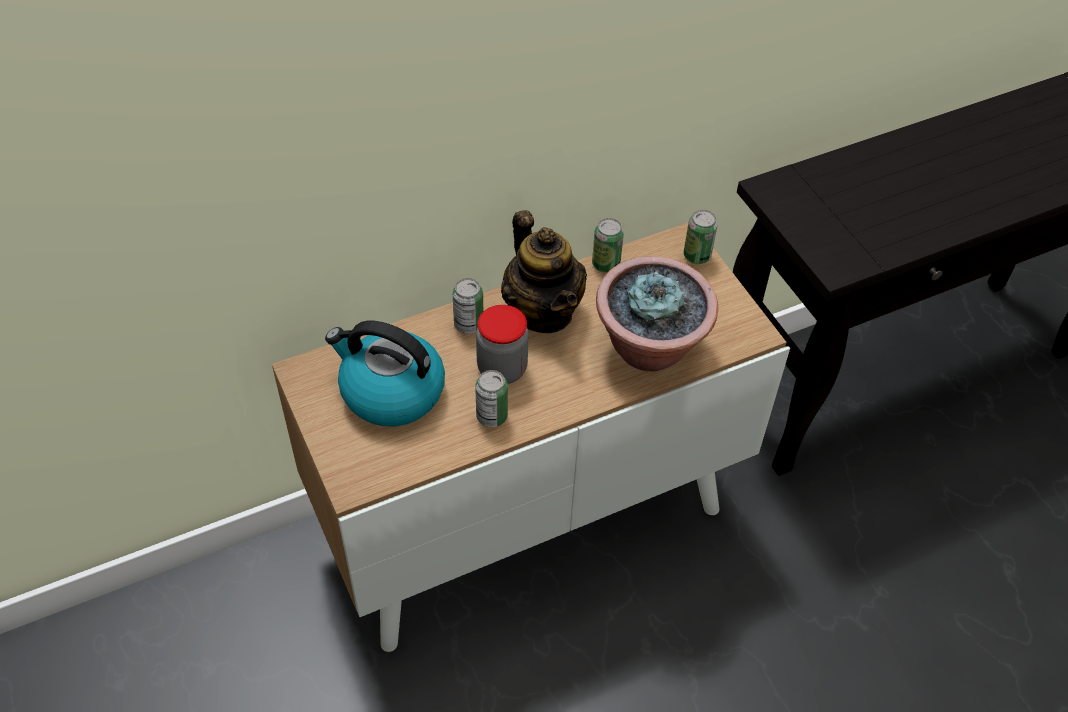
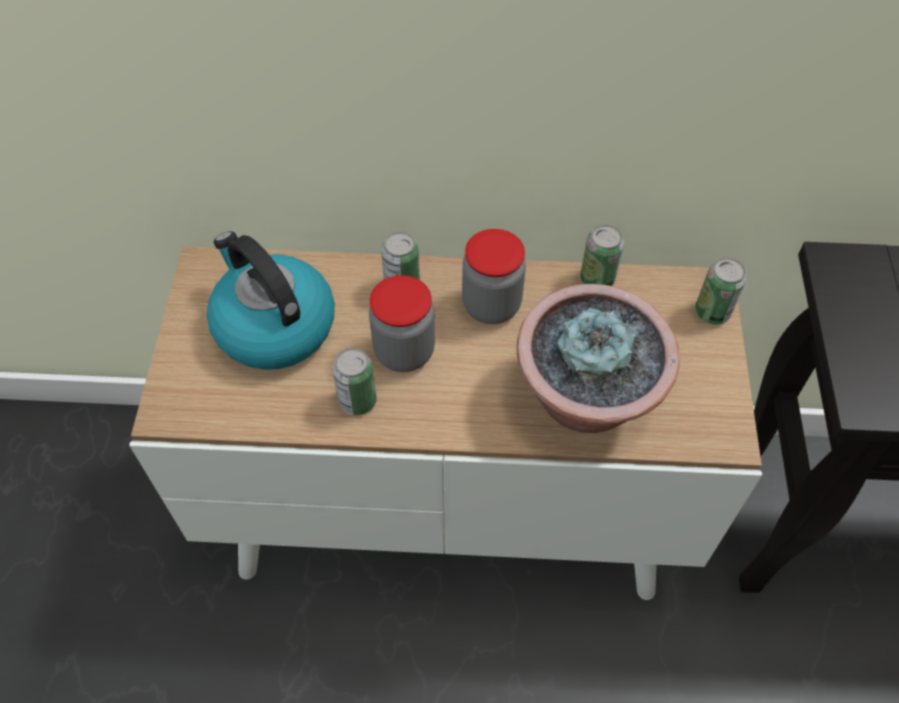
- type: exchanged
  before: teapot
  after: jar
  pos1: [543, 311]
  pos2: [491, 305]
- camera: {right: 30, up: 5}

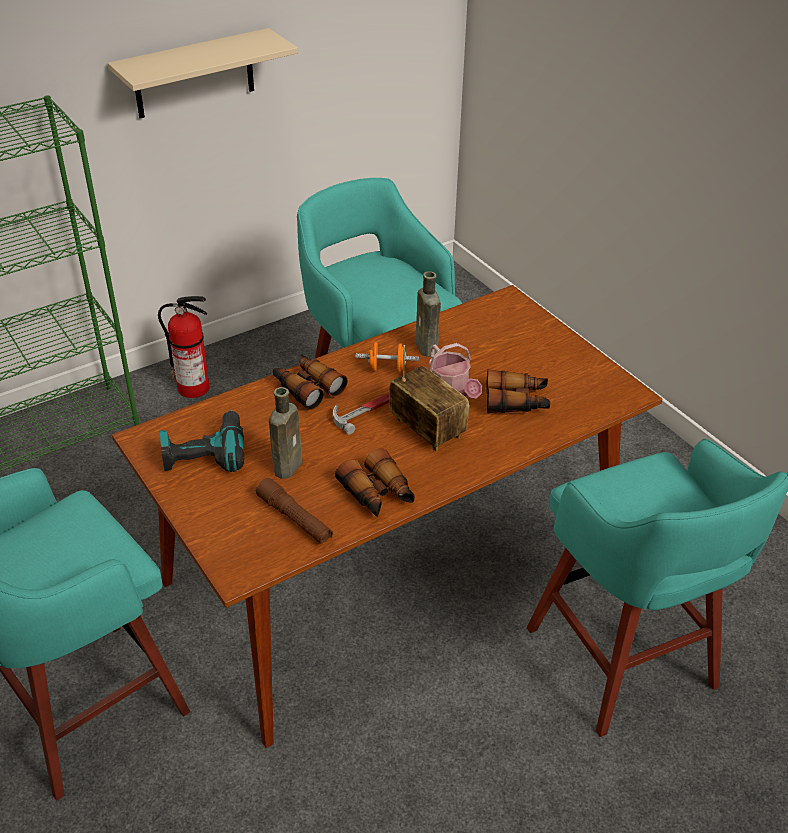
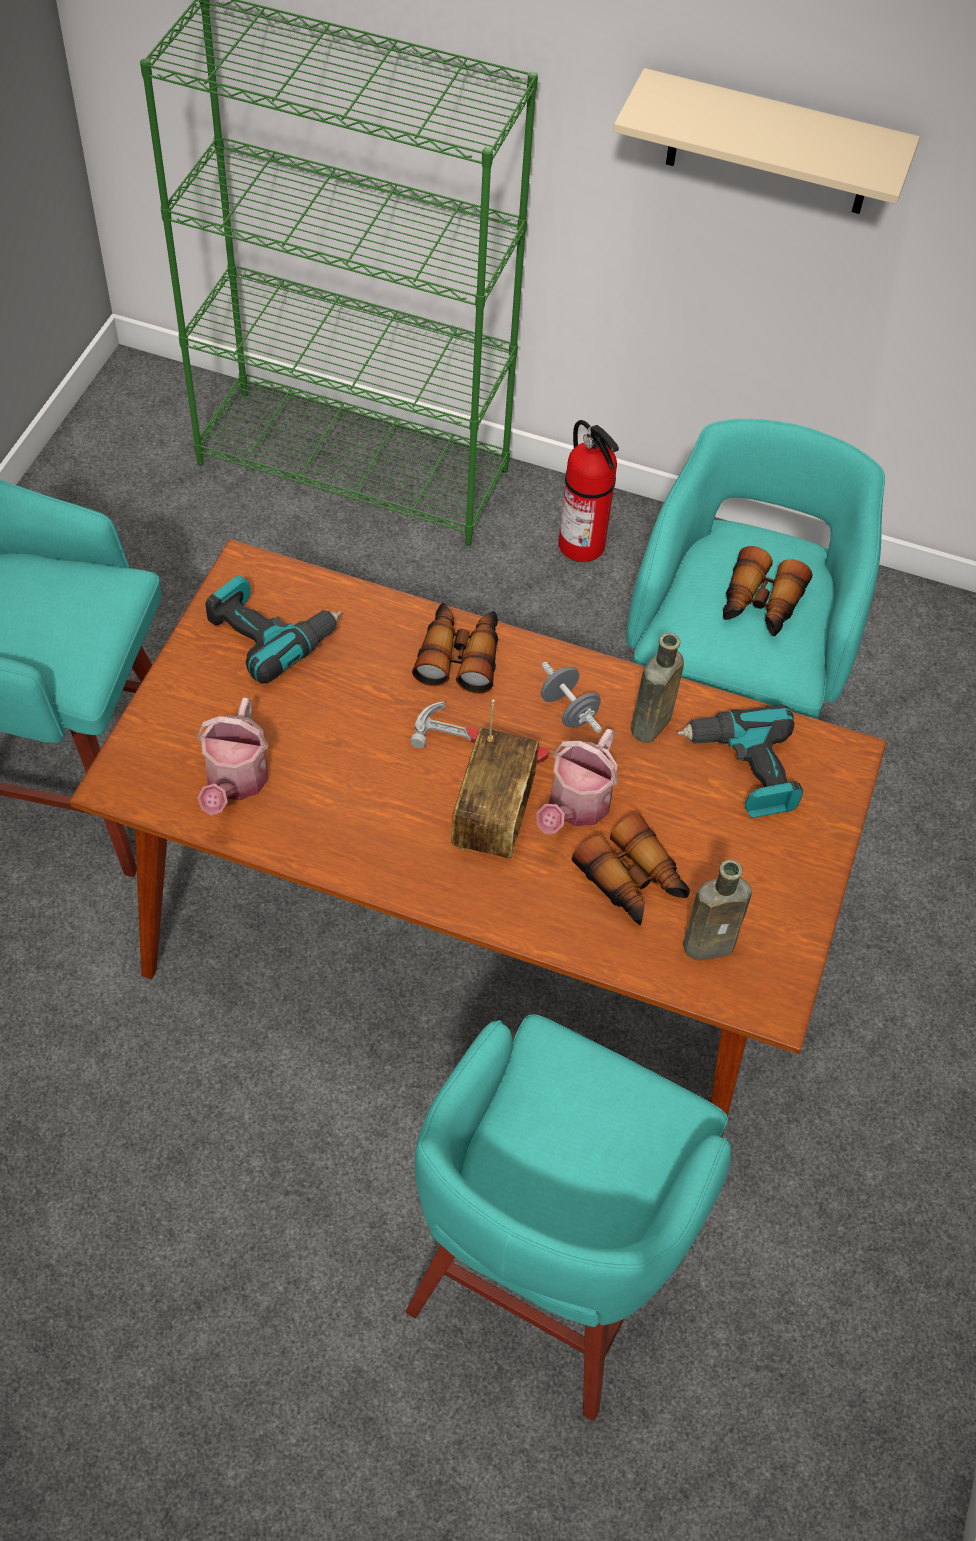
- type: colour
  before: orange dumbbell
  after: grey dumbbell
  pos1: [387, 369]
  pos2: [568, 710]
- type: relocated
  before: brown bottle
  pos1: [289, 465]
  pos2: [712, 944]
- type: relocated
  before: binoculars
  pos1: [378, 494]
  pos2: [759, 605]
- type: exchanged
  before: brown flashlight
  after: watering can
  pos1: [295, 519]
  pos2: [234, 783]
- type: appeared
  after: power drill
  pos2: [744, 770]
- camera: {right: 50, up: 15}

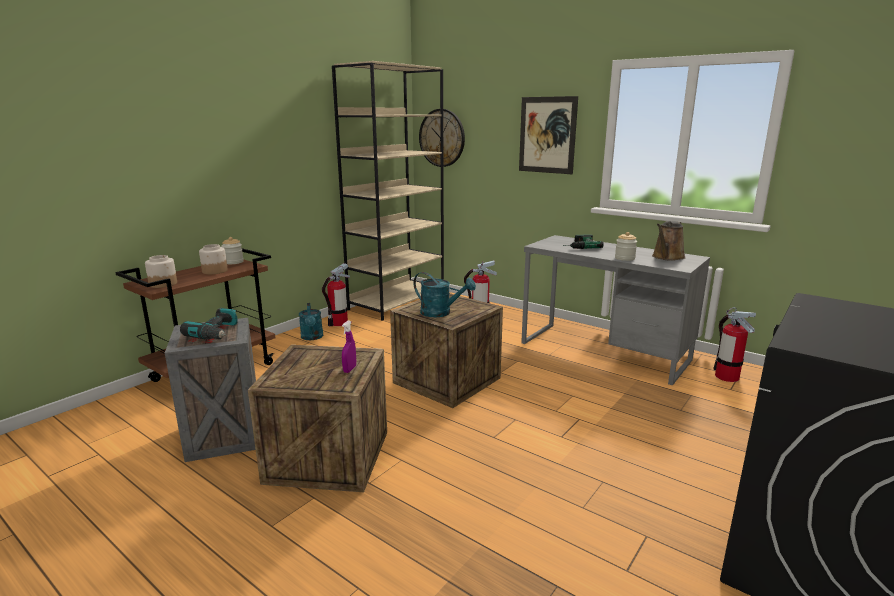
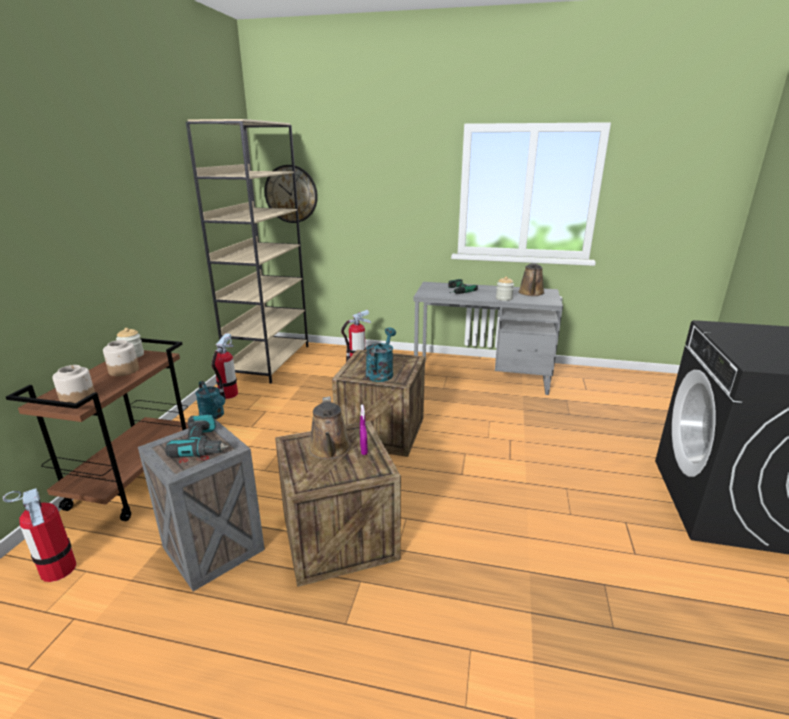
- type: missing
  before: picture
  pos1: [547, 135]
- type: spun
  before: turquoise watering can
  pos1: [441, 313]
  pos2: [381, 372]
  turn: -75
- type: relocated
  before: fire extinguisher
  pos1: [726, 376]
  pos2: [58, 569]
- type: appeared
  after: brown watering can
  pos2: [330, 450]
- camera: {right: -25, up: 5}

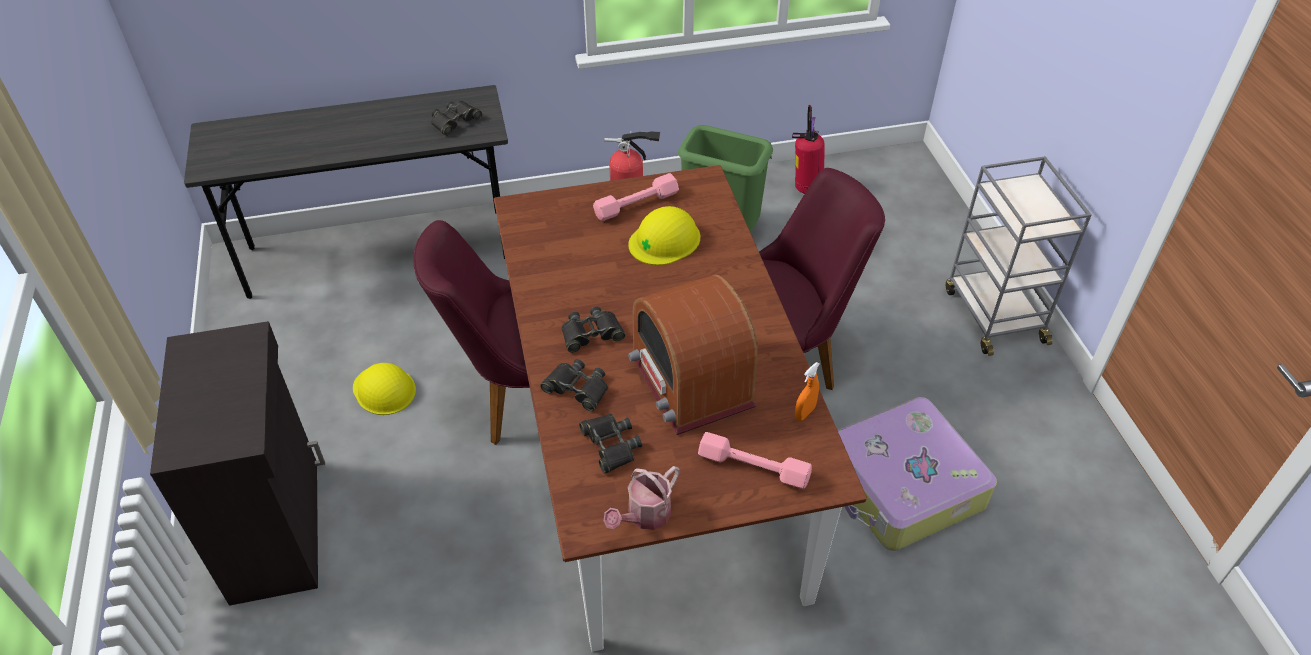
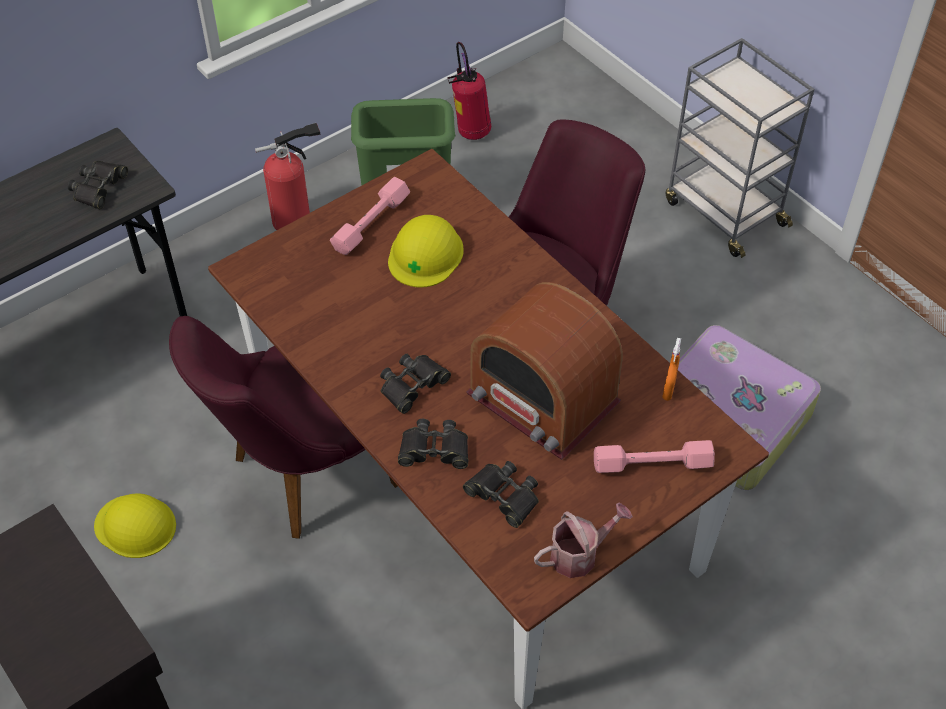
- type: spun
  before: watering can
  pos1: [644, 516]
  pos2: [579, 554]
  turn: -135
- camera: {right: -25, up: 5}

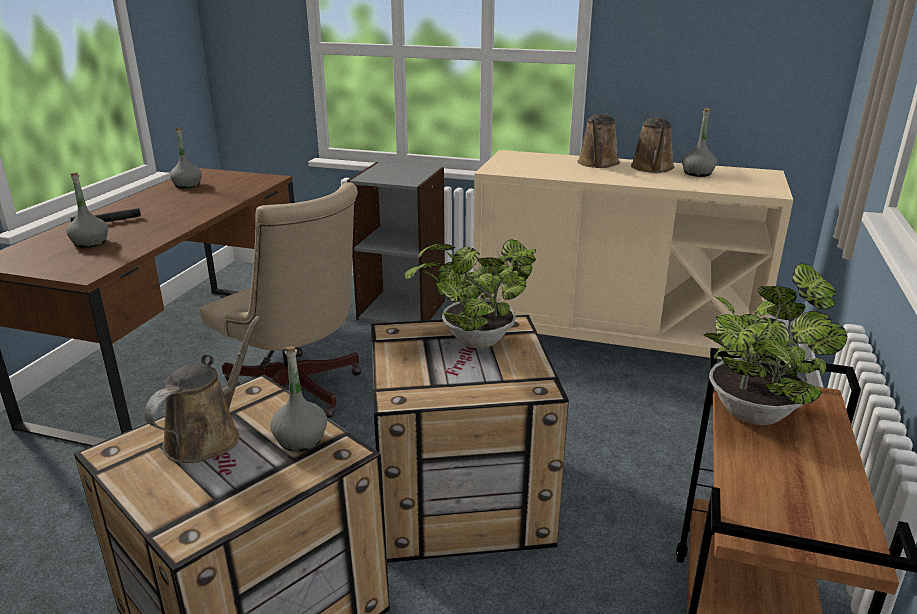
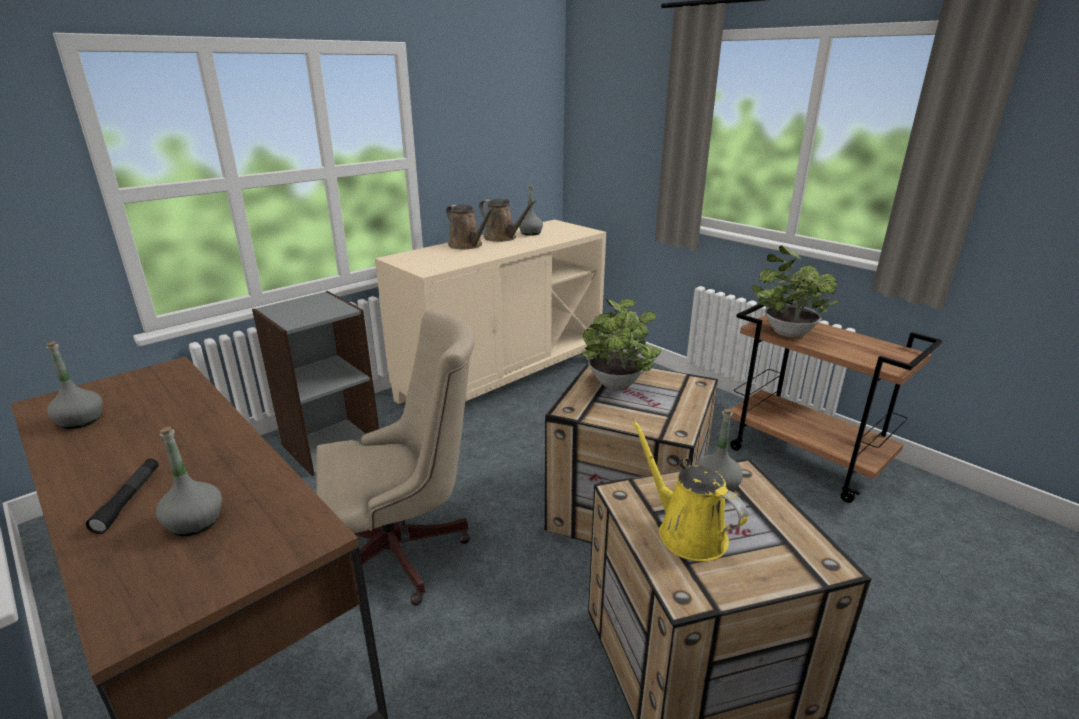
- type: colour
  before: brown watering can
  after: yellow watering can
  pos1: [208, 436]
  pos2: [686, 532]
- camera: {right: -60, up: 0}

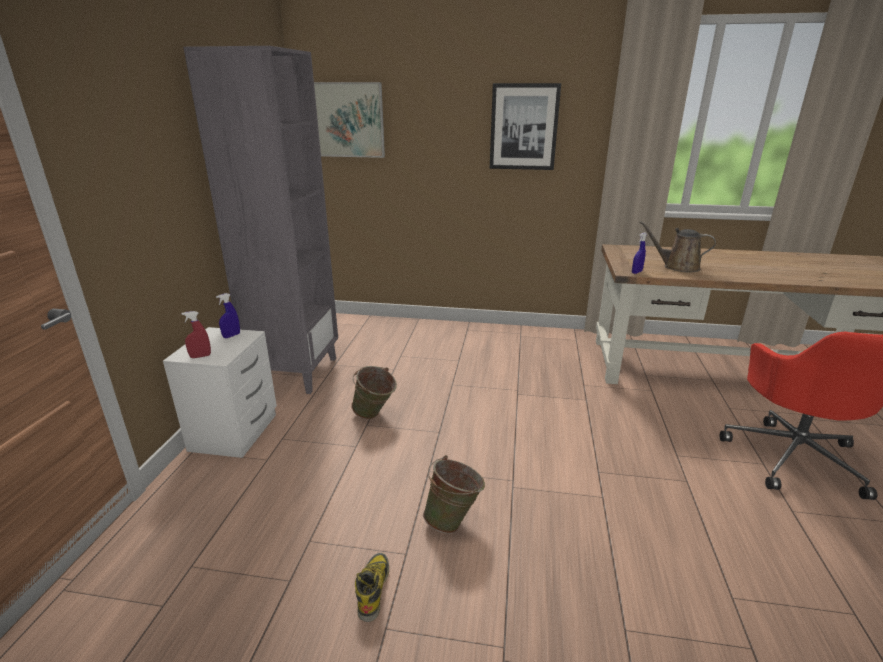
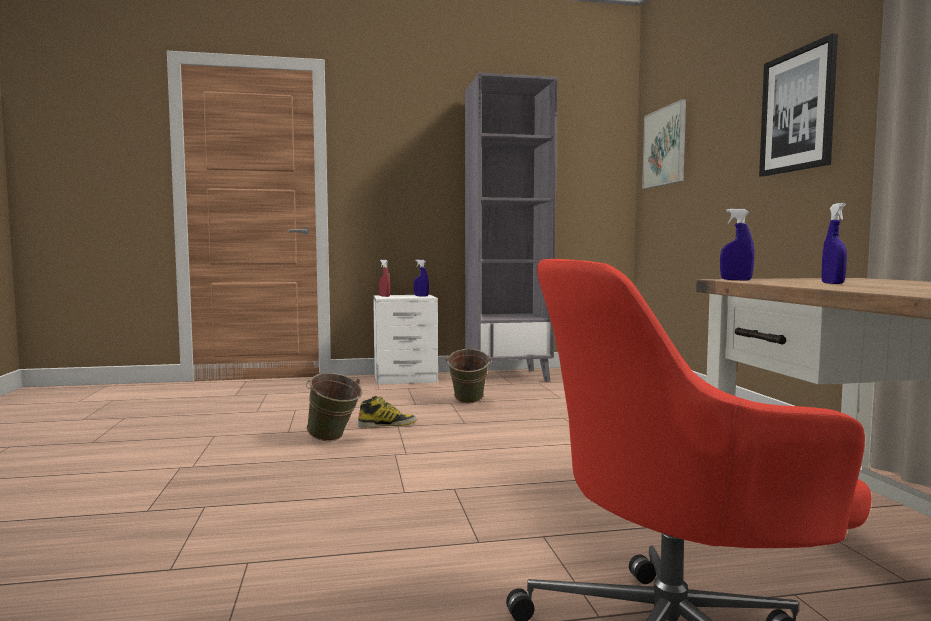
- type: exchanged
  before: brown watering can
  after: blue spray bottle
  pos1: [677, 267]
  pos2: [832, 283]
- type: relocated
  before: boot
  pos1: [373, 588]
  pos2: [387, 425]
- camera: {right: 70, up: -20}

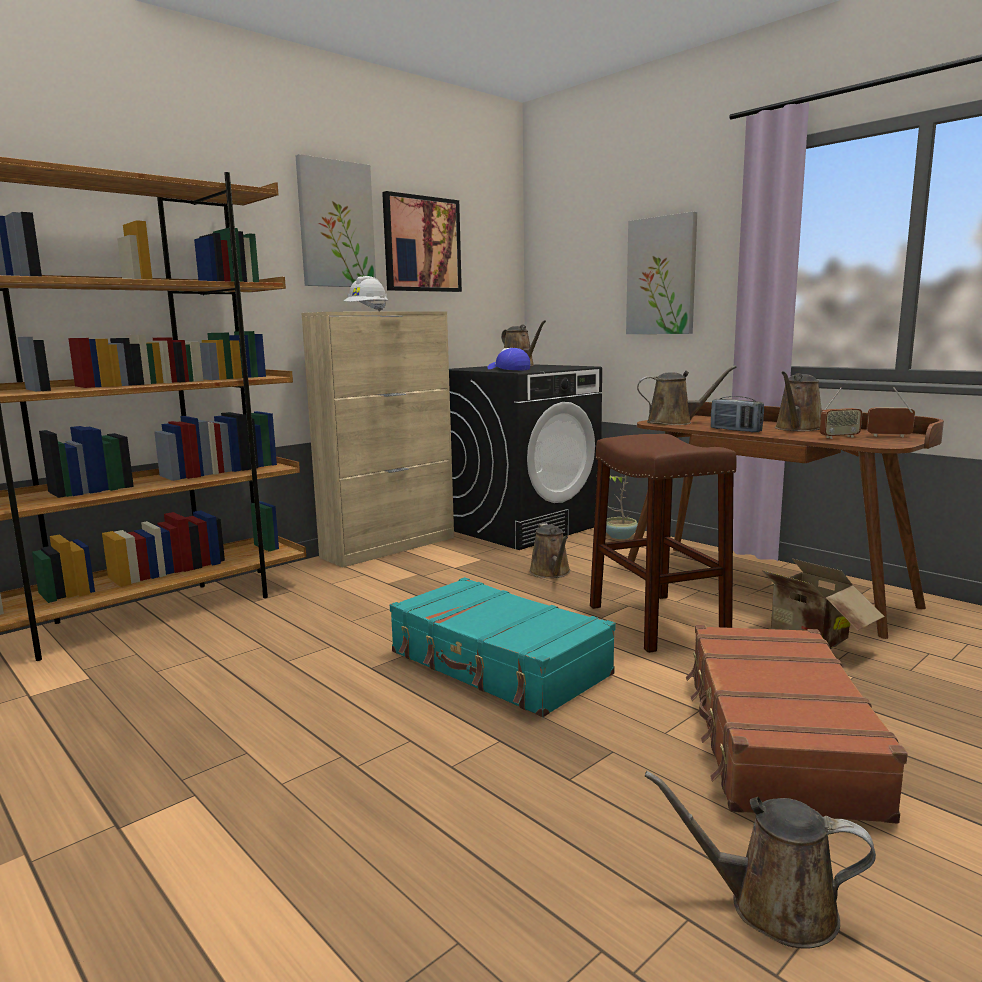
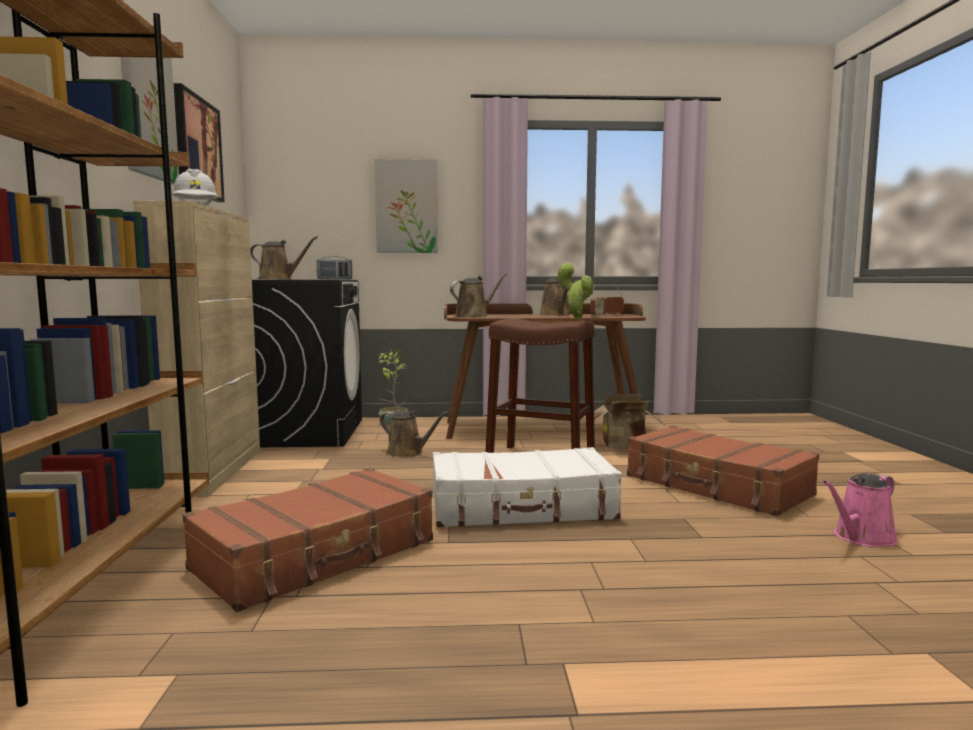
- type: missing
  before: cap
  pos1: [508, 369]
- type: relocated
  before: radio
  pos1: [735, 430]
  pos2: [334, 279]
- type: colour
  before: turquoise suitcase
  after: white suitcase
  pos1: [498, 664]
  pos2: [522, 507]
- type: colour
  before: brown watering can
  after: pink watering can
  pos1: [771, 906]
  pos2: [861, 538]
- type: appeared
  after: potted plant
  pos2: [576, 319]
- type: appeared
  after: brown suitcase
  pos2: [317, 555]
- camera: {right: -50, up: -5}

